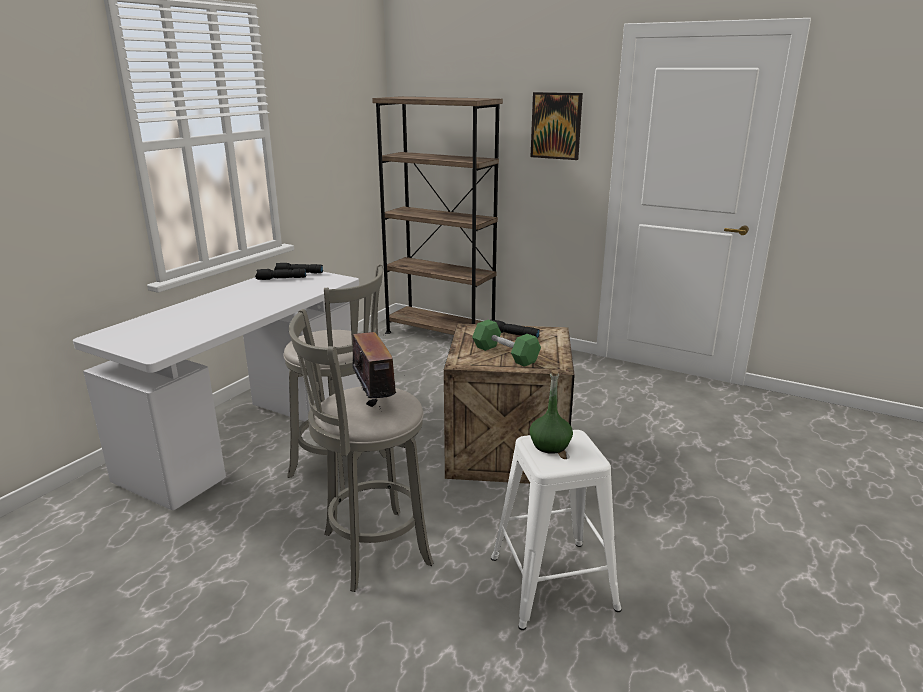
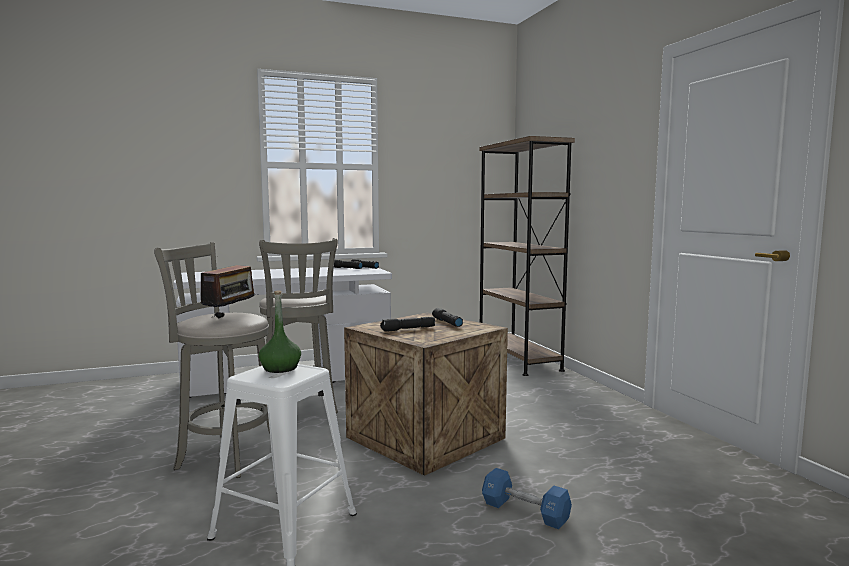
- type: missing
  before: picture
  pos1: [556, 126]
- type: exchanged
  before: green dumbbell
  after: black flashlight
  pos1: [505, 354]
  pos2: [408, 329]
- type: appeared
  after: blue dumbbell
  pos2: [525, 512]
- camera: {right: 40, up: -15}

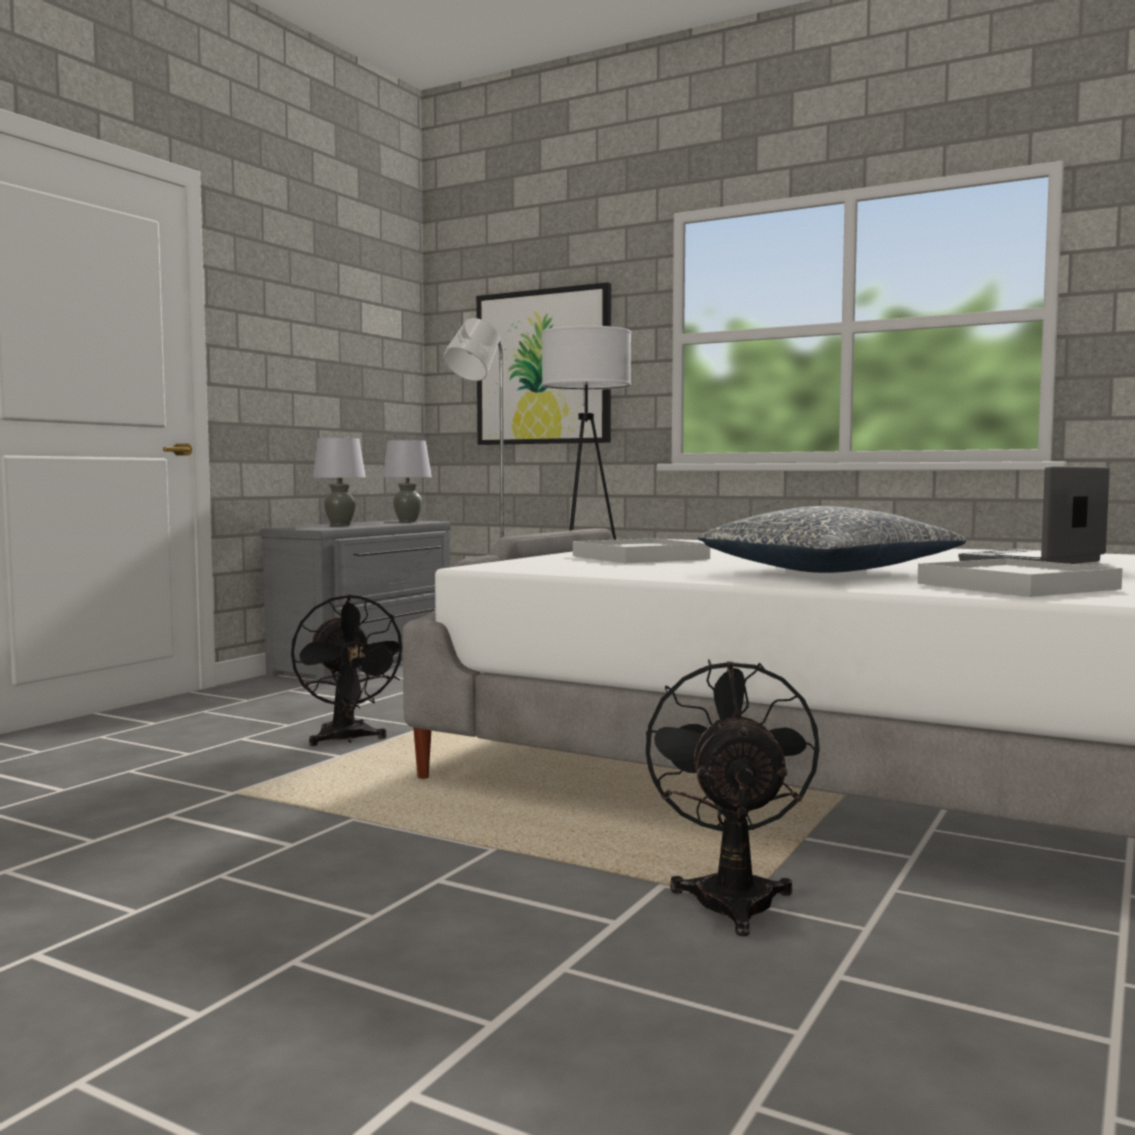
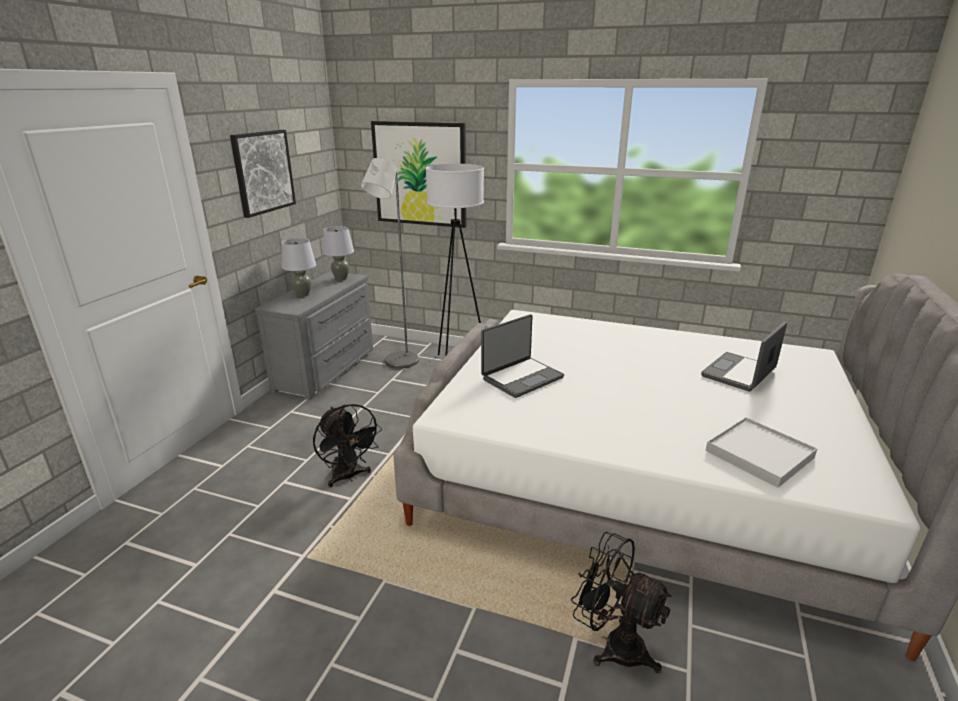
- type: missing
  before: pillow
  pos1: [828, 572]
- type: exchanged
  before: white tray
  after: laptop
  pos1: [640, 557]
  pos2: [521, 377]
- type: spun
  before: black fan
  pos1: [732, 895]
  pos2: [613, 644]
  turn: -45
- type: appeared
  after: picture
  pos2: [263, 172]
- camera: {right: -10, up: 20}

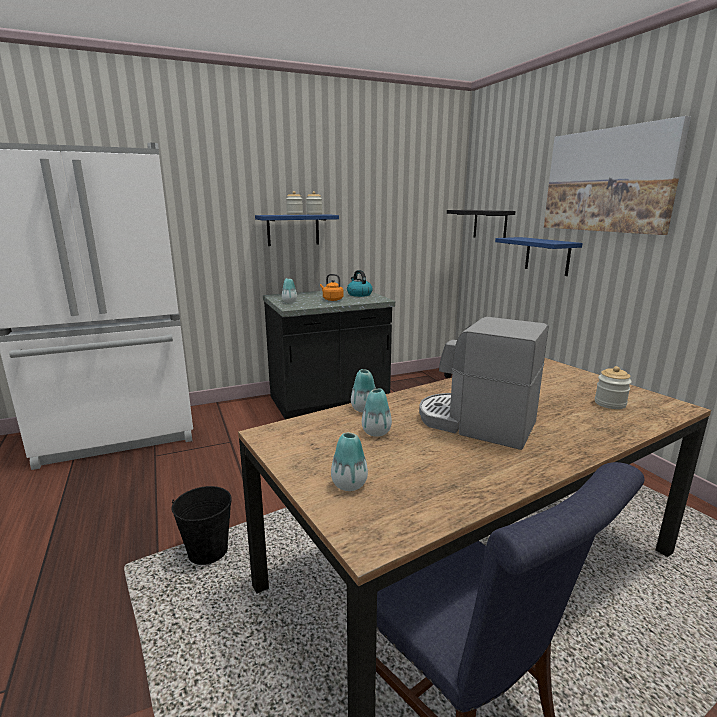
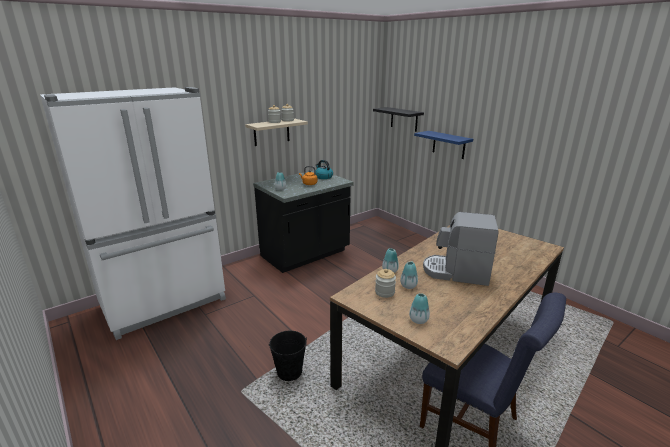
- type: missing
  before: picture
  pos1: [608, 181]
- type: colour
  before: blue shelf
  after: beige shelf
  pos1: [293, 230]
  pos2: [271, 132]
- type: relocated
  before: jar
  pos1: [610, 403]
  pos2: [384, 292]
- camera: {right: -15, up: 5}

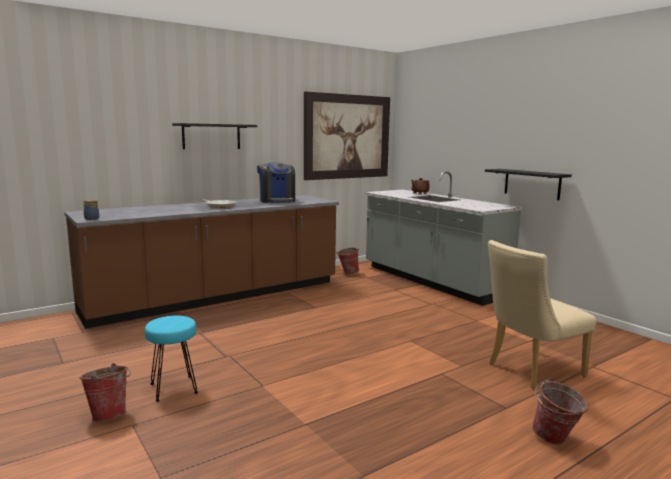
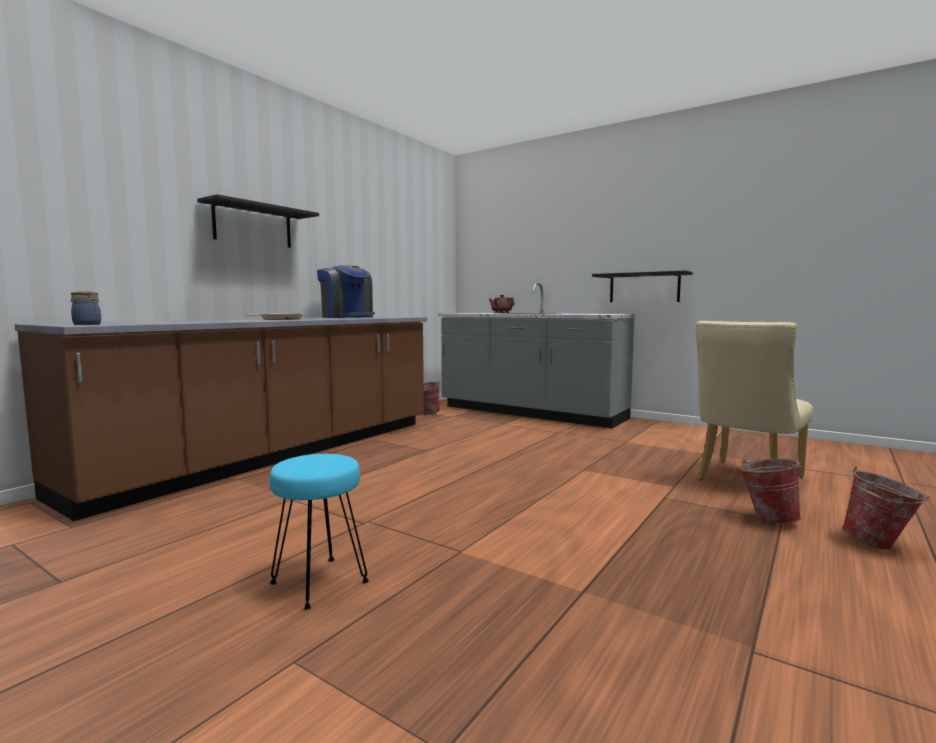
- type: missing
  before: picture
  pos1: [347, 137]
- type: relocated
  before: bucket
  pos1: [109, 414]
  pos2: [766, 519]
- camera: {right: -20, up: -5}

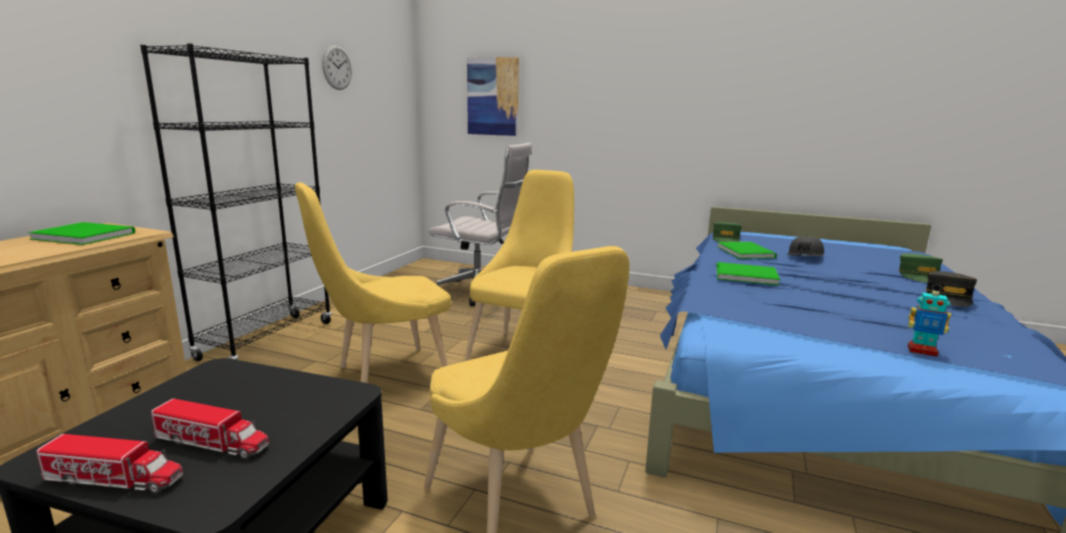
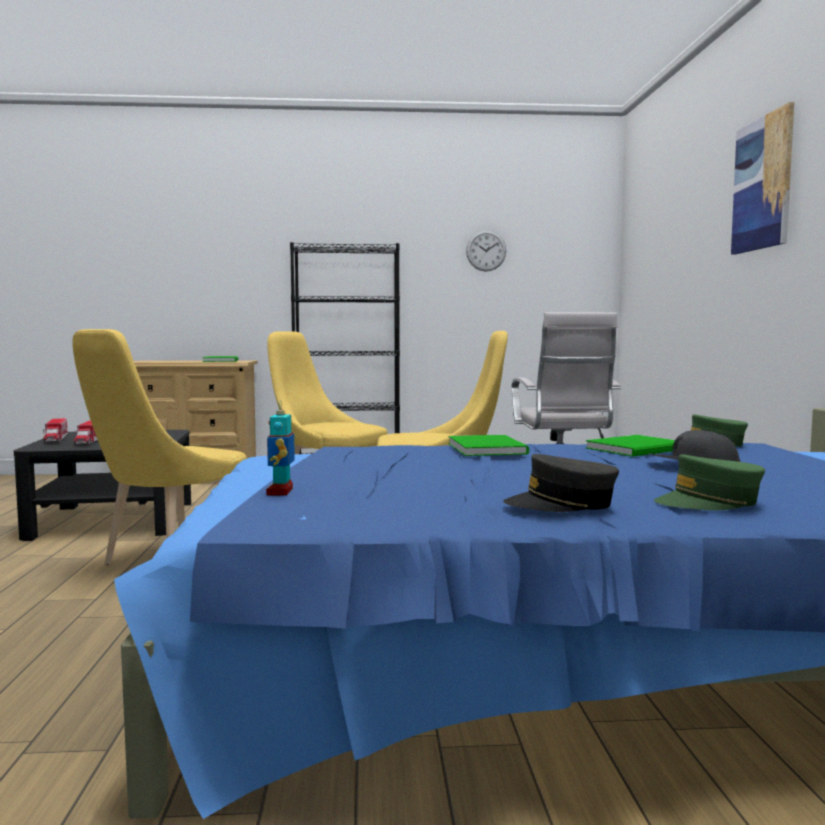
- type: relocated
  before: picture
  pos1: [493, 96]
  pos2: [762, 184]
- camera: {right: 65, up: -10}

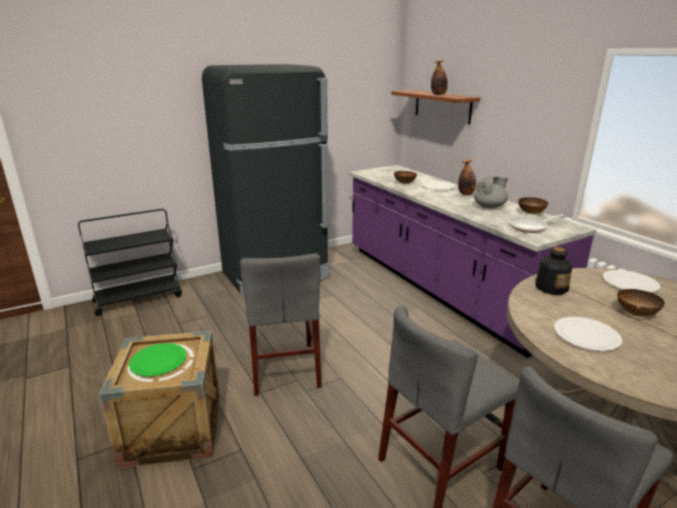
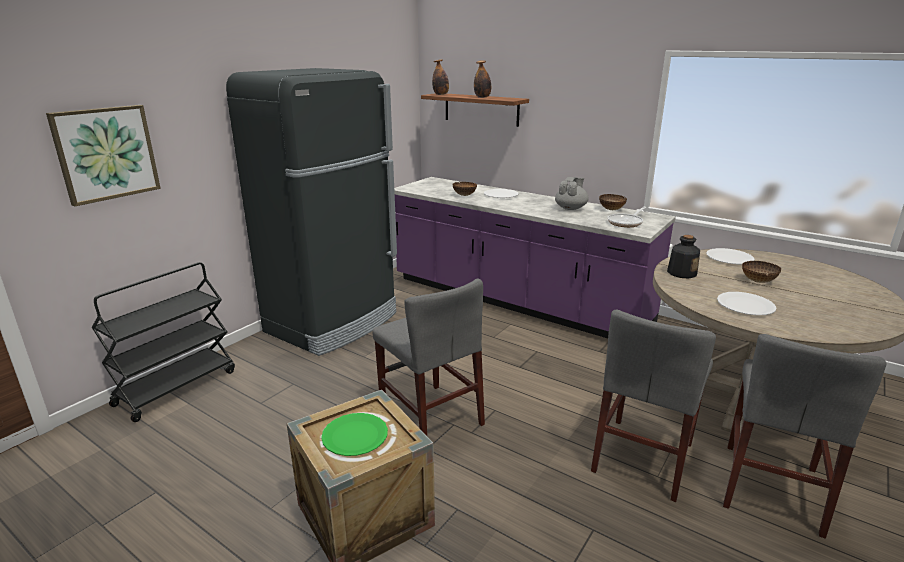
- type: relocated
  before: bottle
  pos1: [466, 194]
  pos2: [441, 94]
- type: appeared
  after: picture
  pos2: [106, 153]
- camera: {right: -25, up: 0}

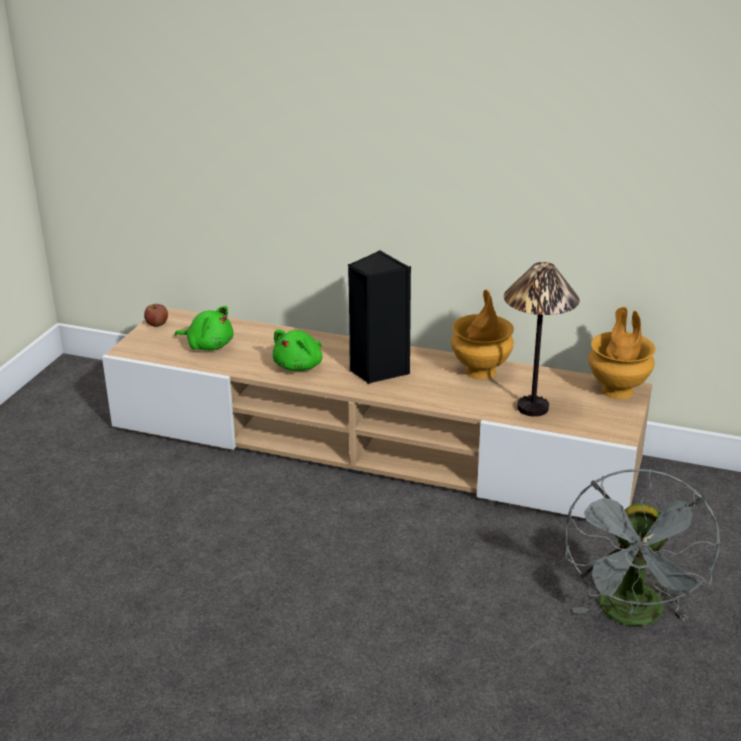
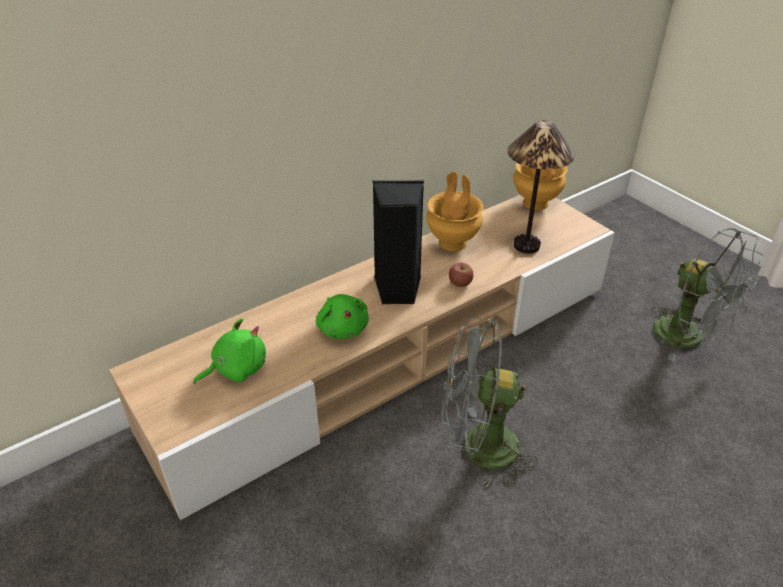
- type: relocated
  before: apple
  pos1: [157, 324]
  pos2: [460, 283]
- type: appeared
  after: grey fan
  pos2: [477, 448]
- camera: {right: -55, up: 10}

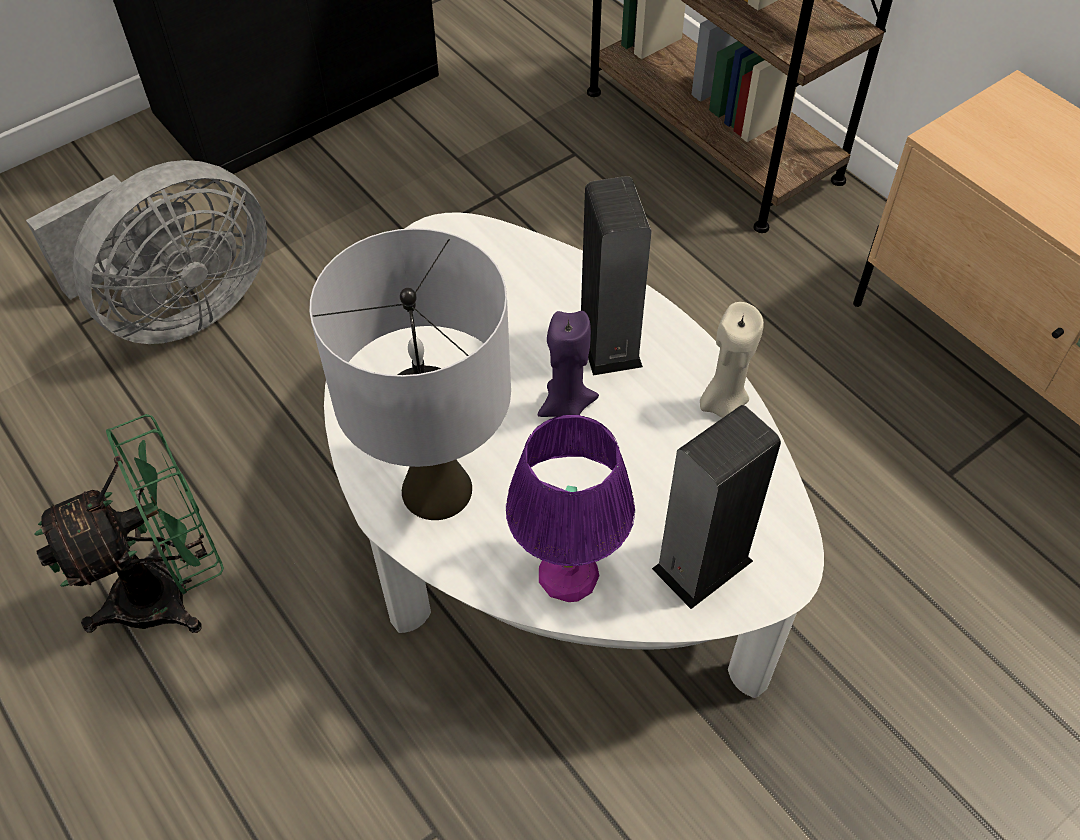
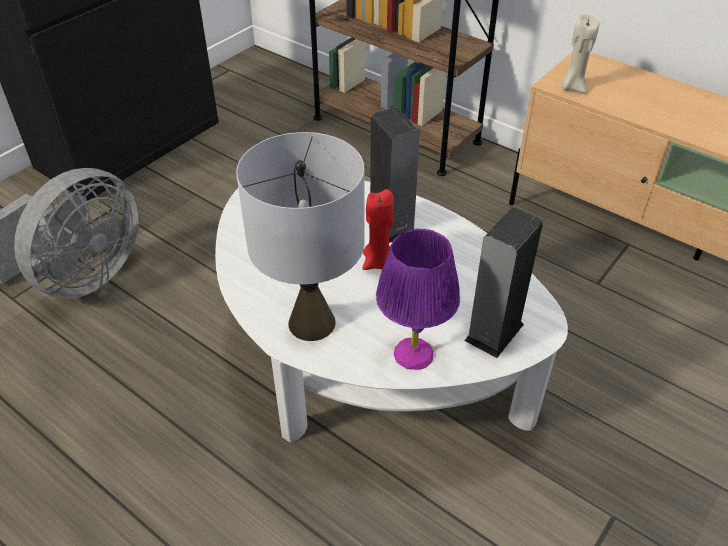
- type: relocated
  before: beige candle
  pos1: [722, 404]
  pos2: [572, 87]
- type: colour
  before: purple candle
  after: red candle
  pos1: [566, 406]
  pos2: [377, 262]
- type: missing
  before: green fan
  pos1: [170, 590]
- camera: {right: -15, up: -10}

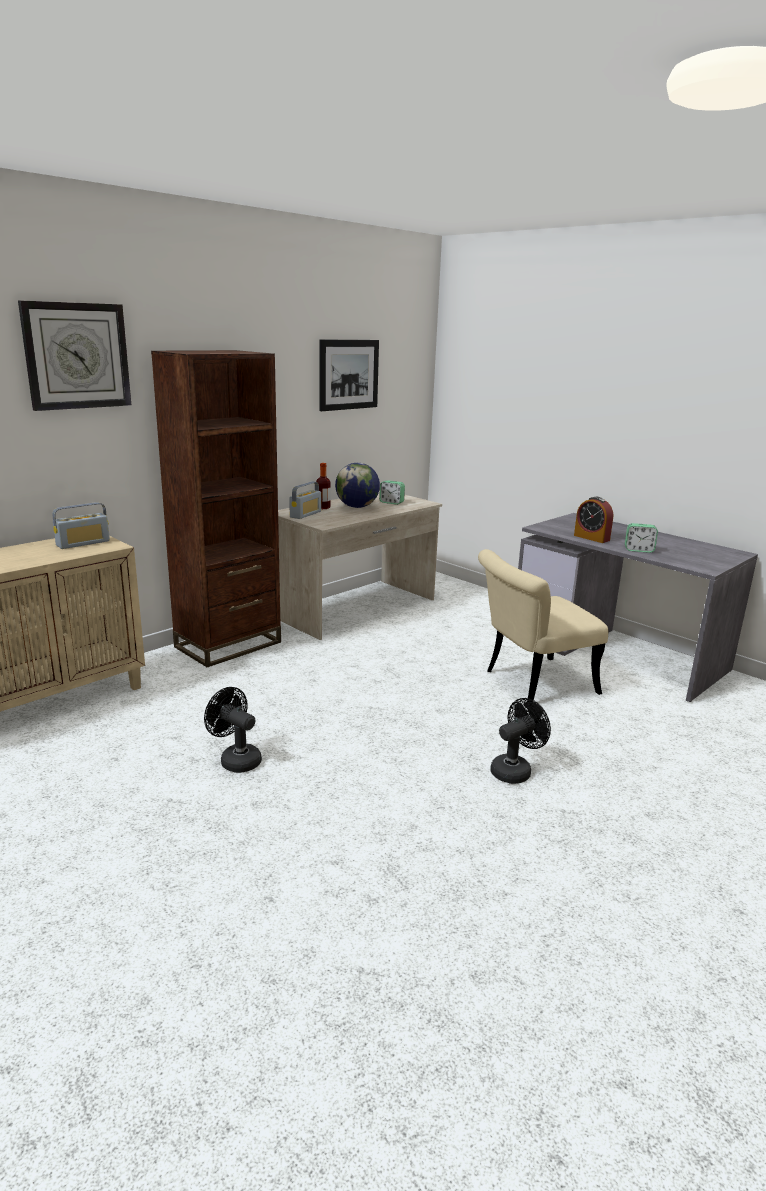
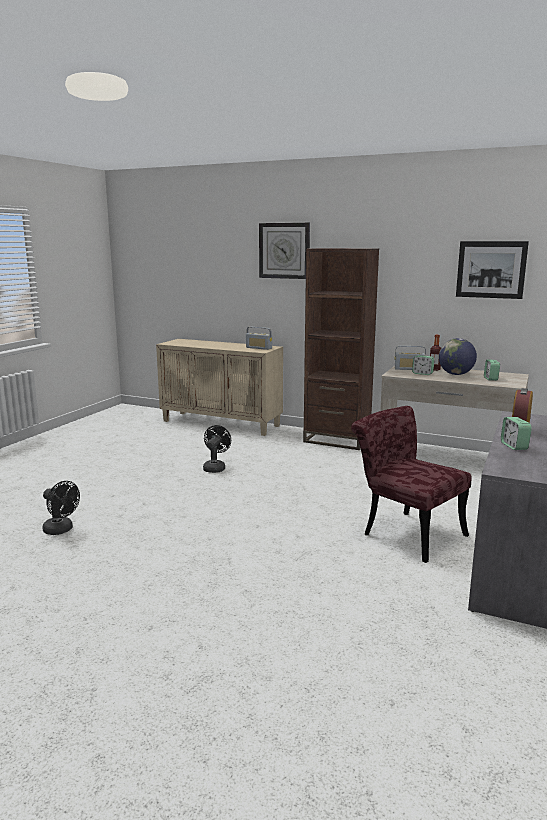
- type: colour
  before: beige chair
  after: red chair
  pos1: [530, 683]
  pos2: [405, 532]
- type: relocated
  before: black fan
  pos1: [515, 770]
  pos2: [61, 530]
- type: appeared
  after: alarm clock
  pos2: [422, 373]
- camera: {right: 70, up: -5}

